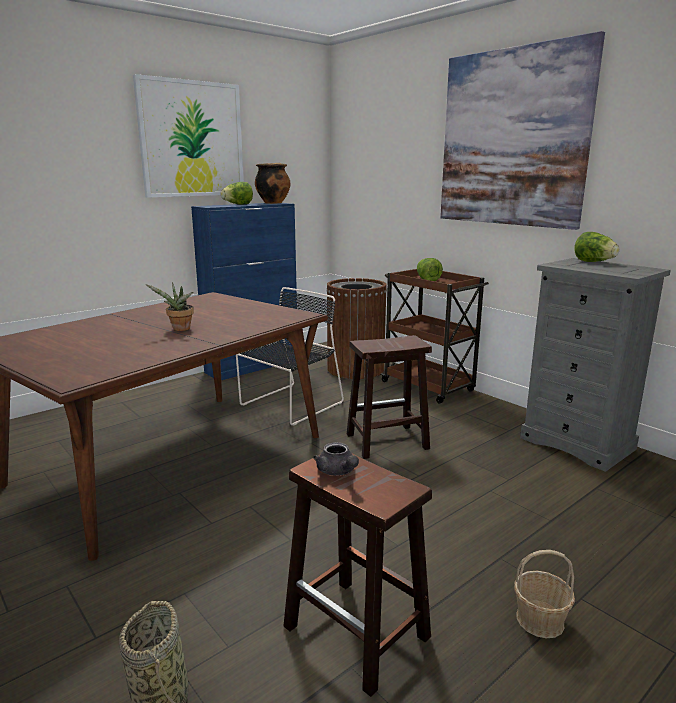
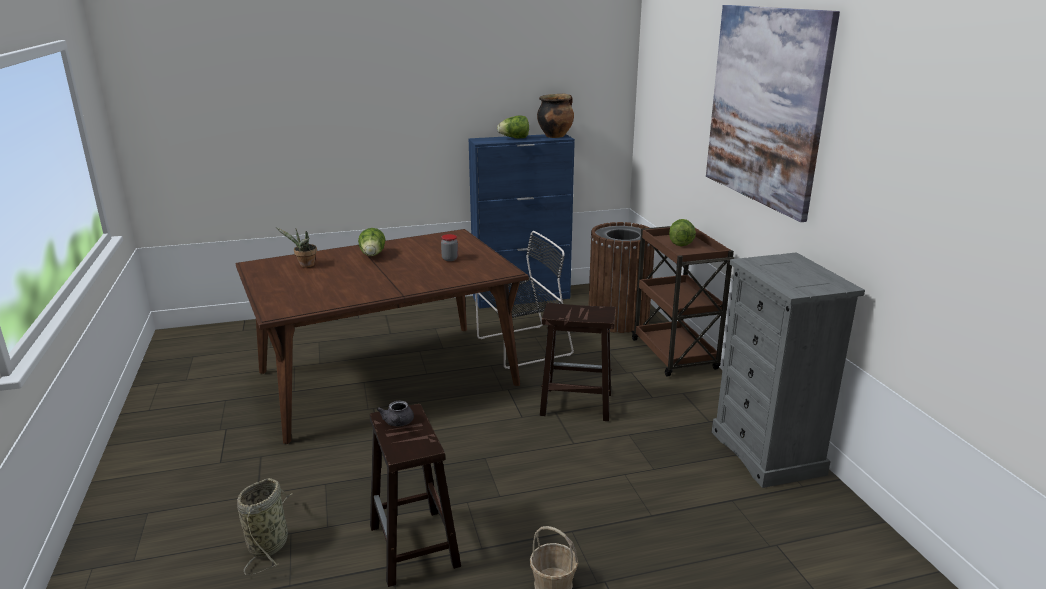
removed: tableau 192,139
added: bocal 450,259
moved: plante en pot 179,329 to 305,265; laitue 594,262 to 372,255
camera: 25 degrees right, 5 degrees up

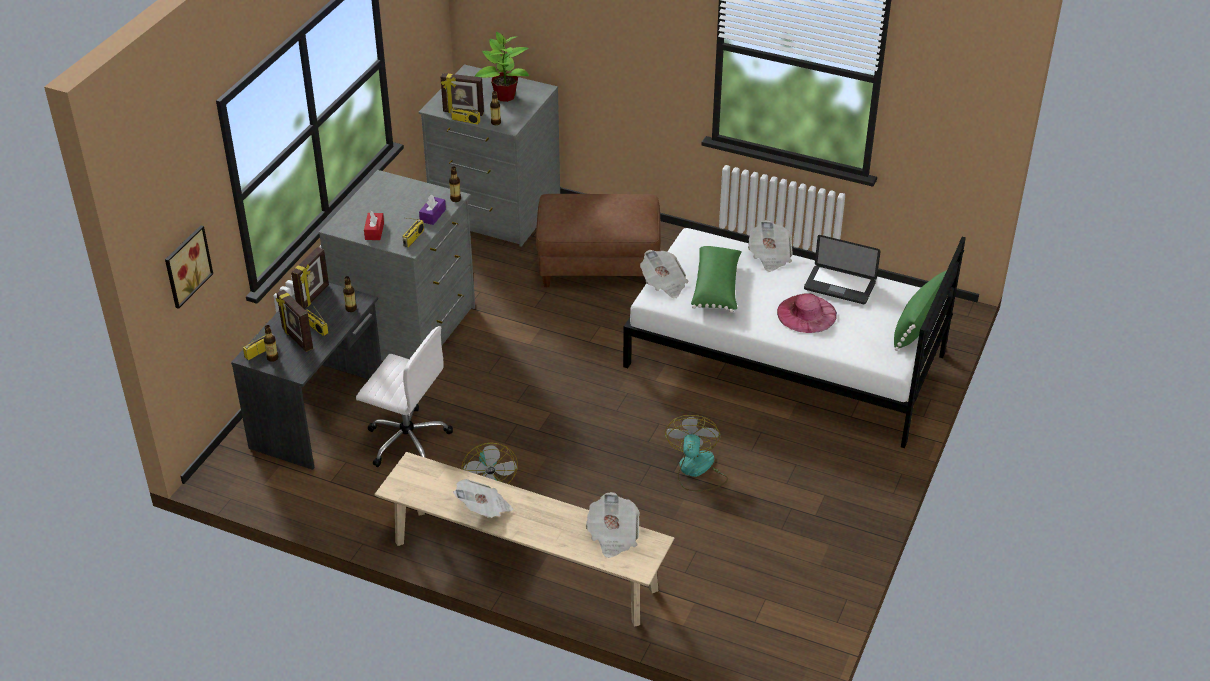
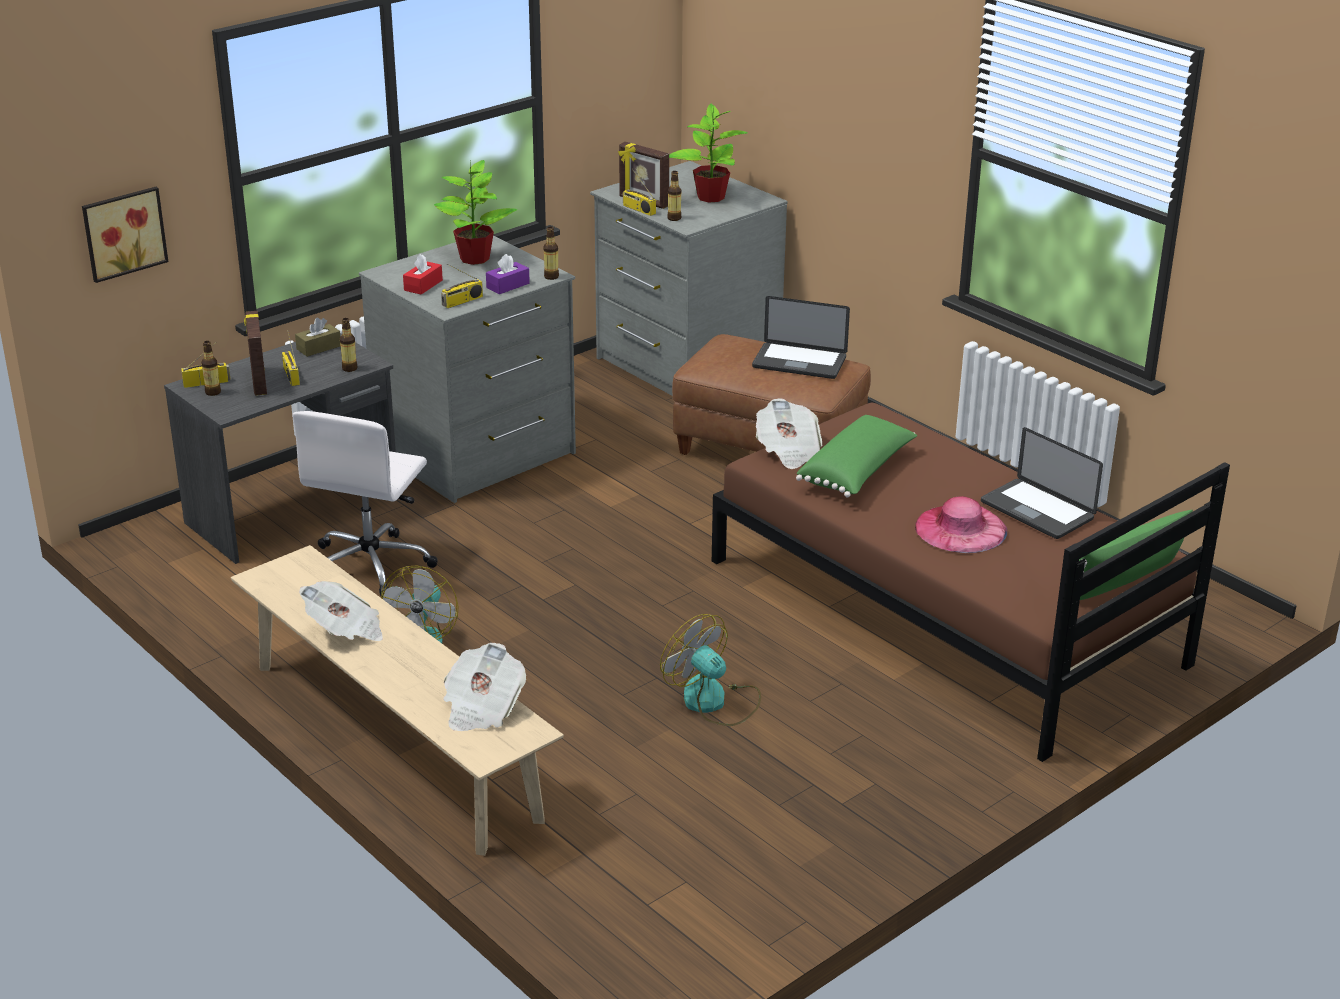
removed: journal 769,256
added: plante en pot 475,258; ordinateur portable 799,362
replaced: cadre photo 313,297 to boîte à mouchoirs (marron) 318,347
recoloured: lit (blanc) 785,360 to lit (marron) 943,612
turned: chaise de bureau (blanc) 406,440 = 372,564 60 degrees clockwise; ventilateur 696,471 = 713,702 75 degrees counterclockwise
camera: 25 degrees right, 10 degrees down

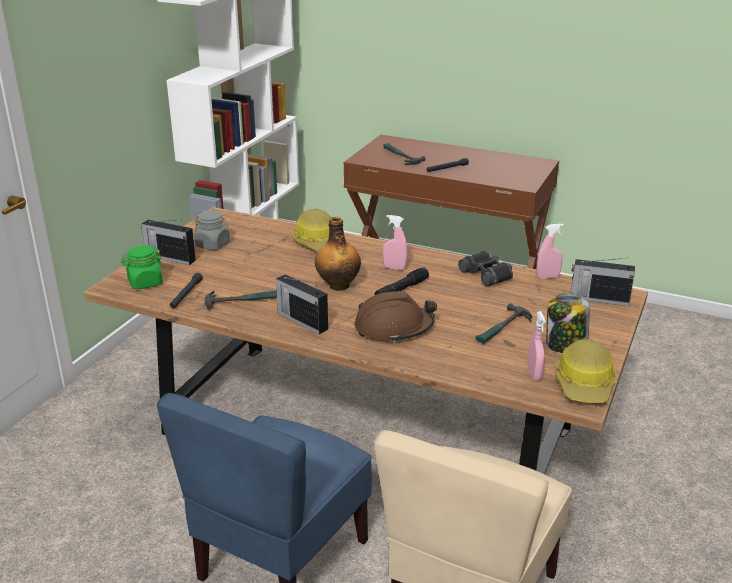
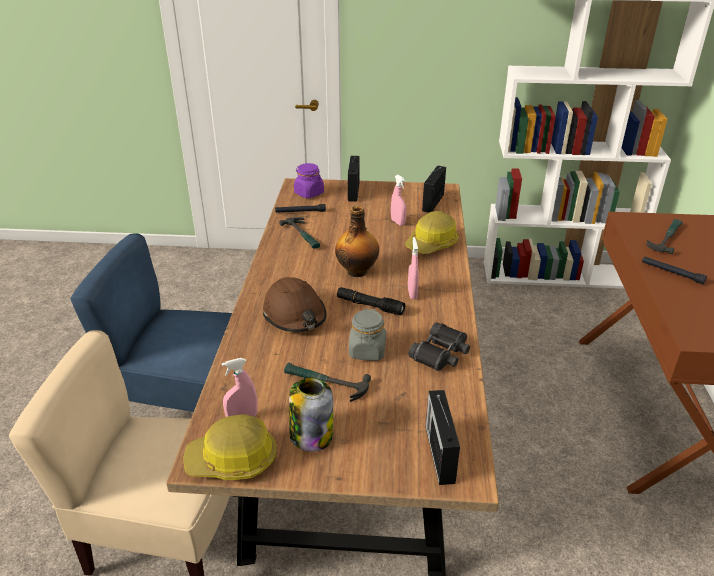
moved: bocal (gris) 213,245 to 367,351; vaporisateur (rose) 547,277 to 398,222; radio 301,320 to 433,202
recoloured: bocal (vert) 145,283 to bocal (violet) 309,193
camera: 70 degrees right, 5 degrees up

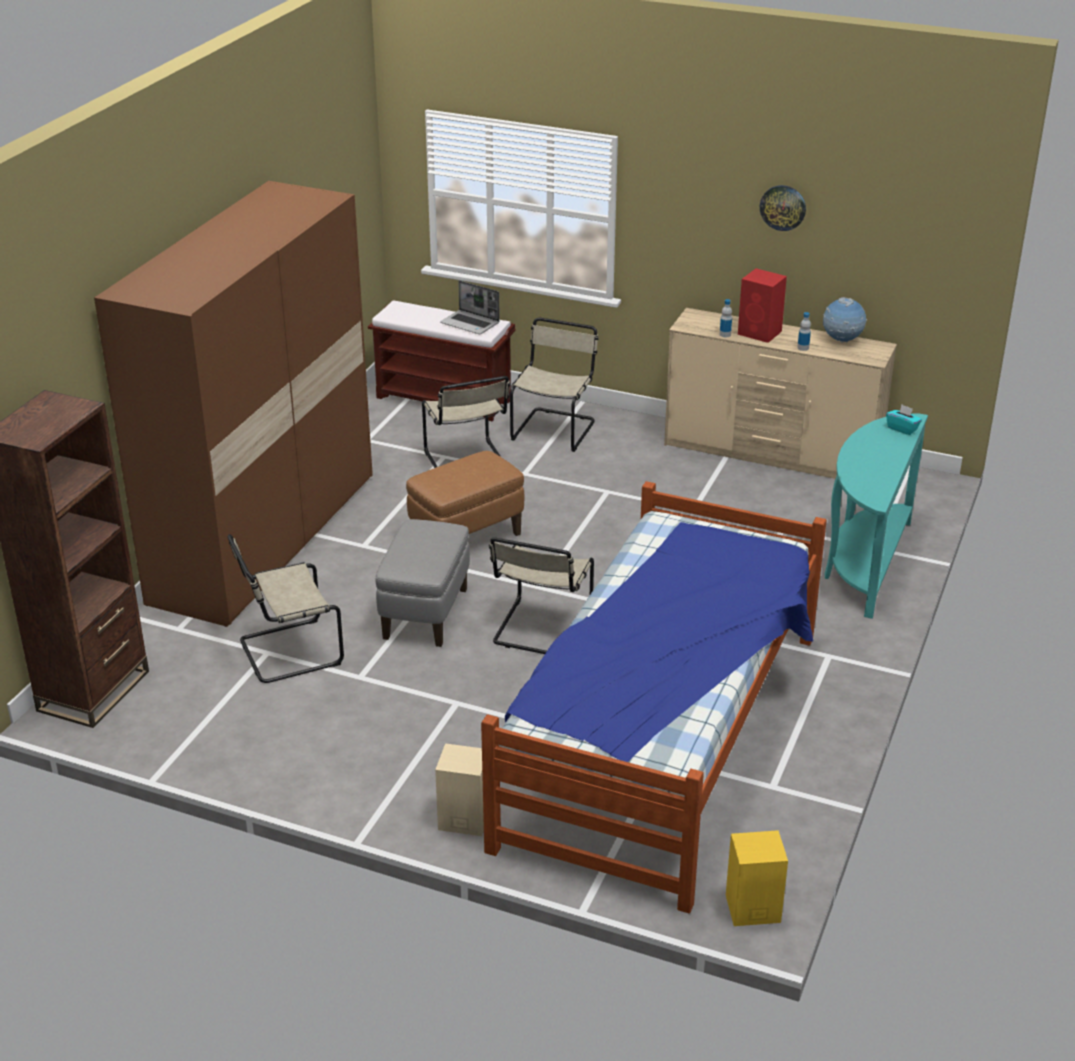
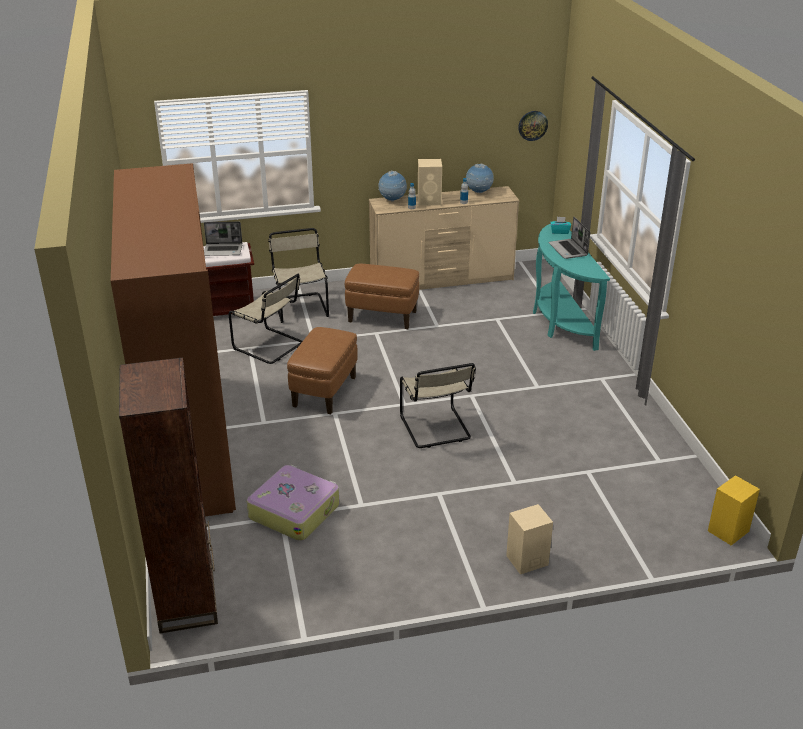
removed: pouf (gris) 425,613; lit 664,738
added: pouf (marron) 383,317; globe 392,200; ordinateur portable 568,250
moved: horloge murale 783,207 to 532,125
replaced: chaise (beige) 286,652 to valise 294,511
recoloured: enceinte (rouge) 760,333 to enceinte (beige) 430,201
camera: 35 degrees left, 0 degrees up

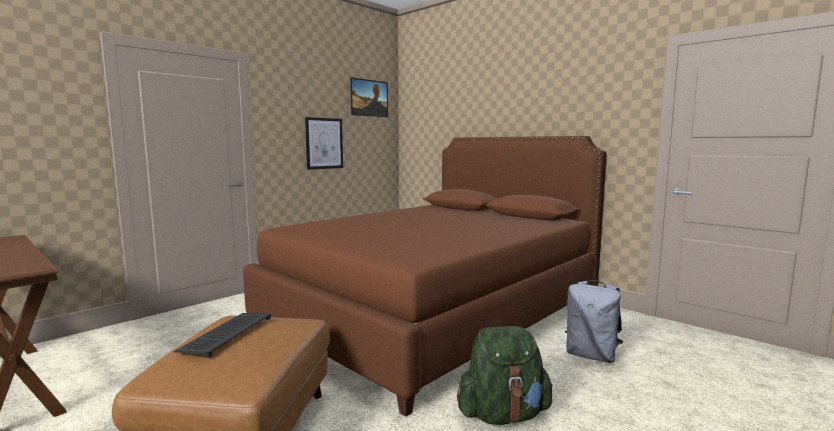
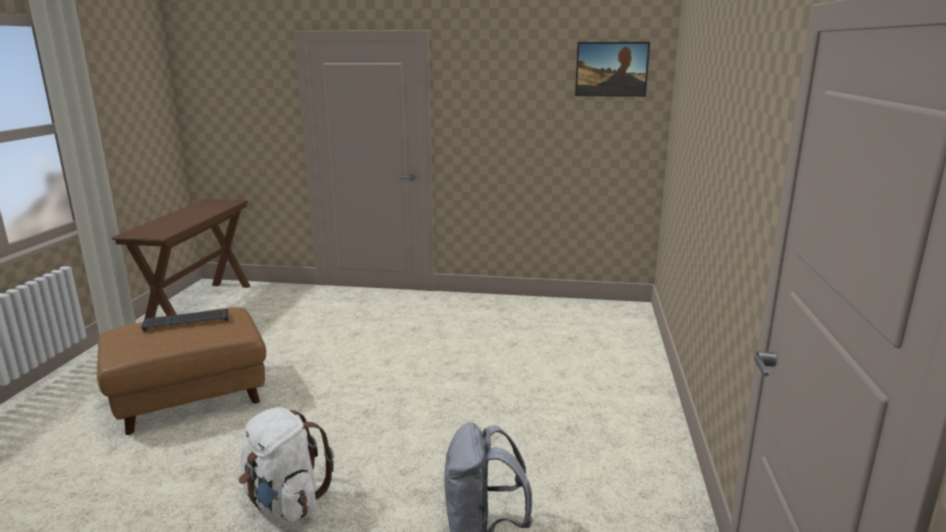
removed: lit (marron) 434,314; tableau 324,143
recoloured: sac à dos (vert) 503,415 to sac à dos (blanc) 285,502
camera: 55 degrees right, 10 degrees up

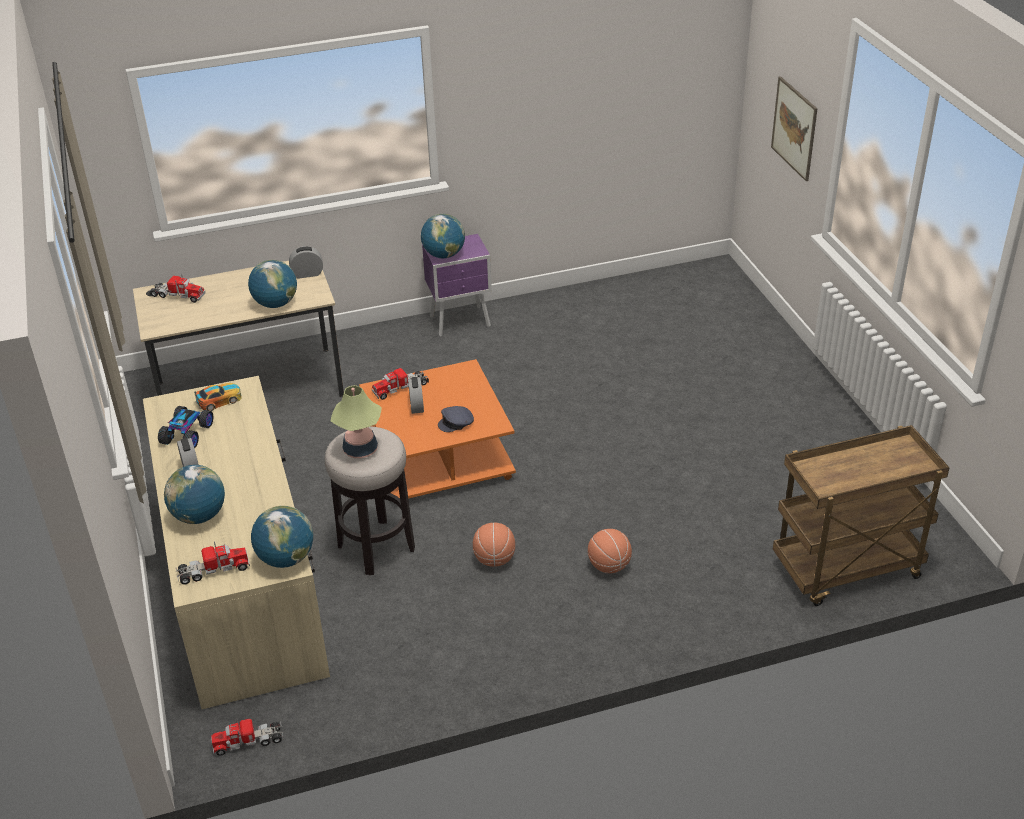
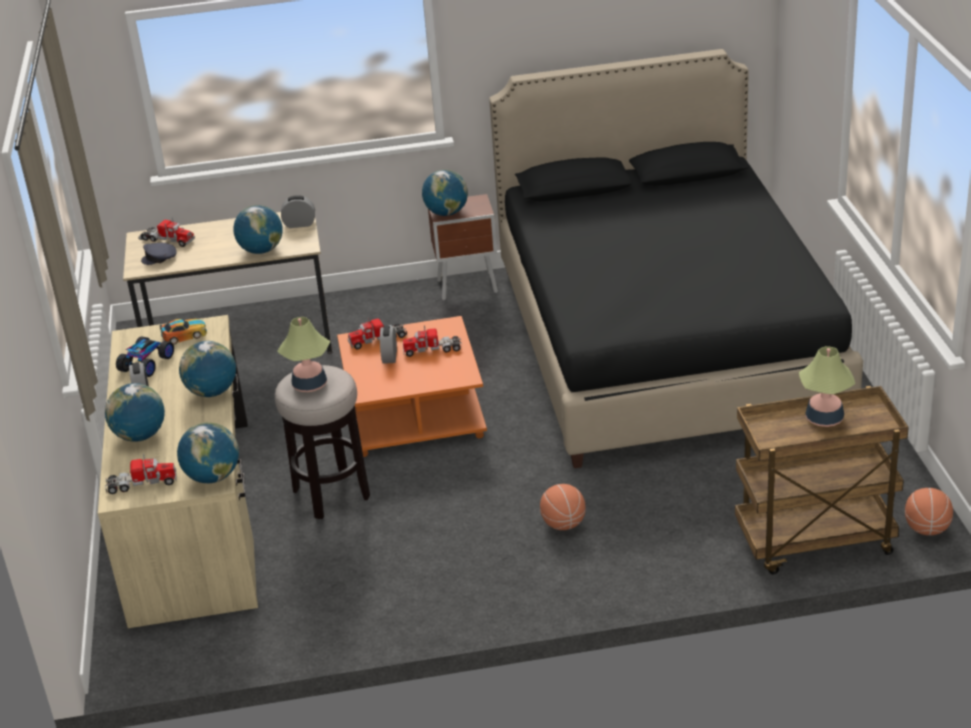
removed: tableau 794,128
added: globe 212,392; lit (noir) 663,342; lampe de table 824,418
moved: casquette (gris) 456,423 to 160,258; camion jouet 248,741 to 432,349; ballon de basket 494,559 to 926,529
recoloured: table de chevet (violet) 461,322 to table de chevet (marron) 469,287
camera: 10 degrees right, 5 degrees down

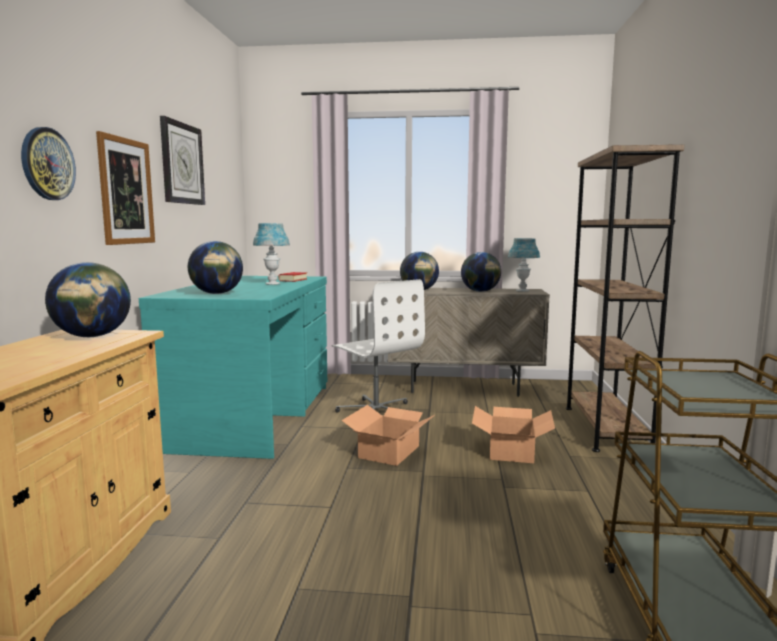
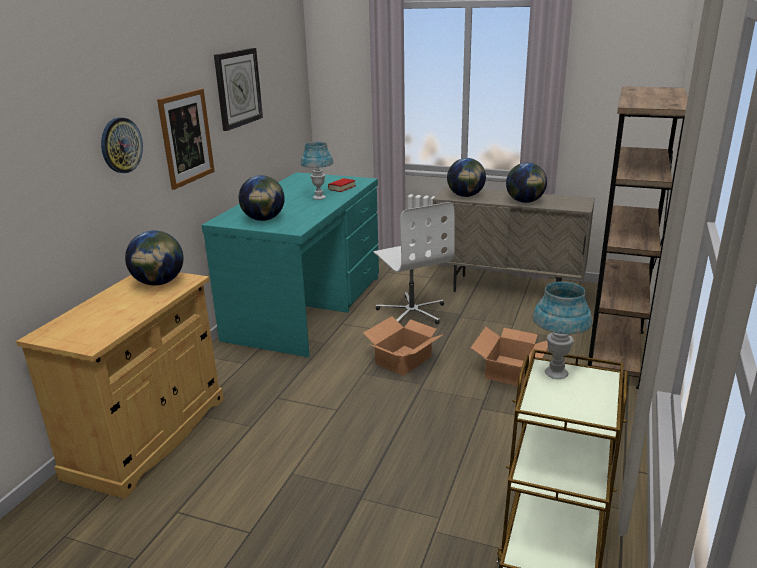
moved: lampe de table (bleu) 522,291 to 556,373
camera: 15 degrees right, 15 degrees up

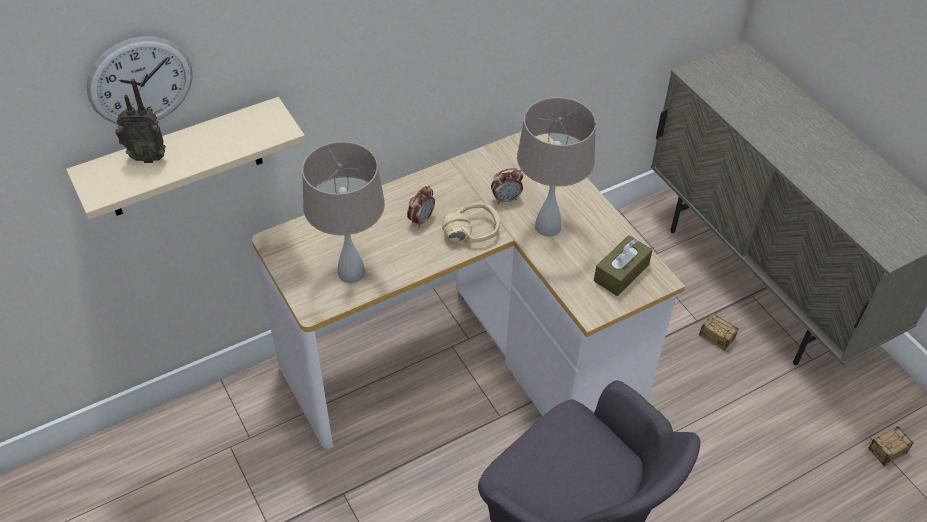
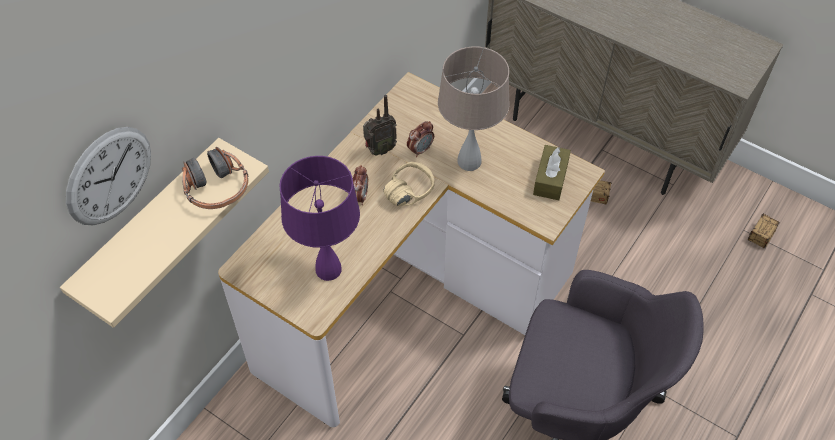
added: casque audio 216,188
moved: radio 147,157 to 379,150
recoloured: lampe de table (beige) 350,272 to lampe de table (violet) 328,270
camera: 25 degrees left, 5 degrees up

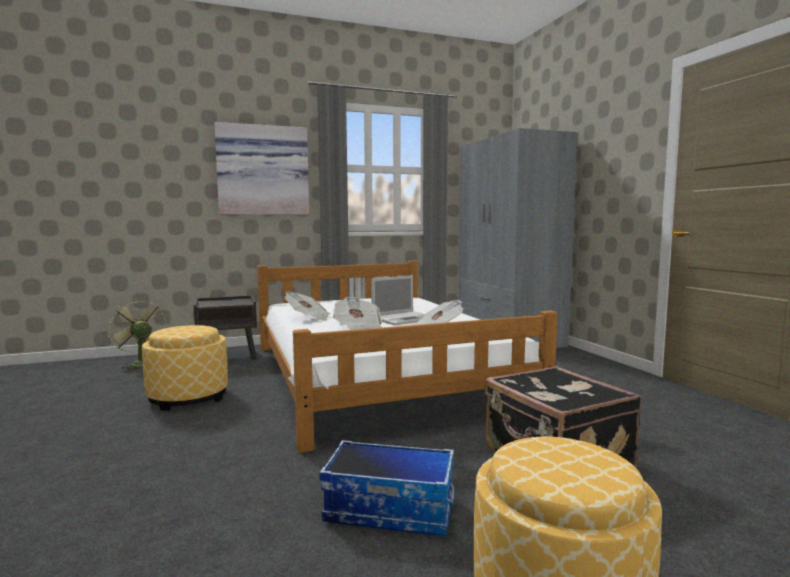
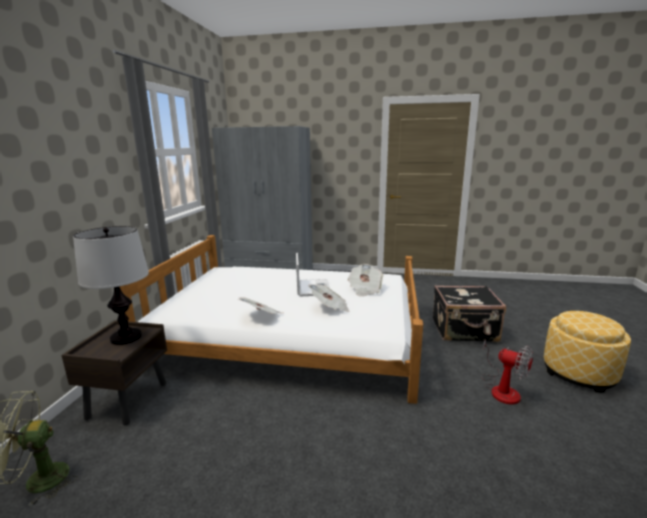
removed: pouf 188,397; tableau 263,170
added: lampe de table 126,337
replaced: boîte de rangement 391,509 to ventilateur 501,389
camera: 60 degrees left, 10 degrees up

